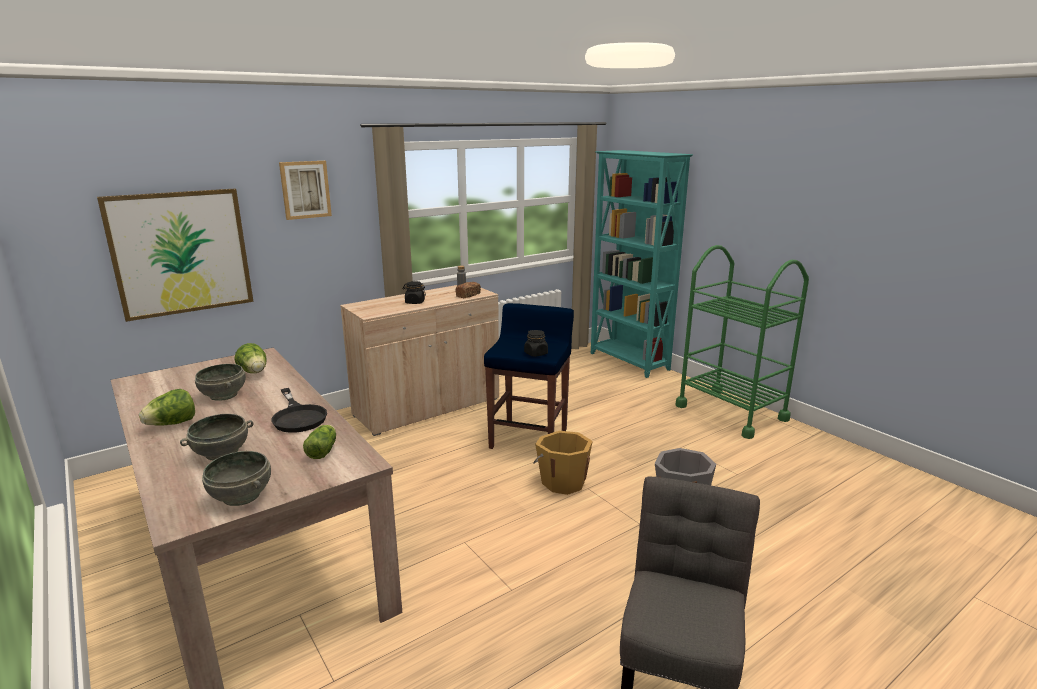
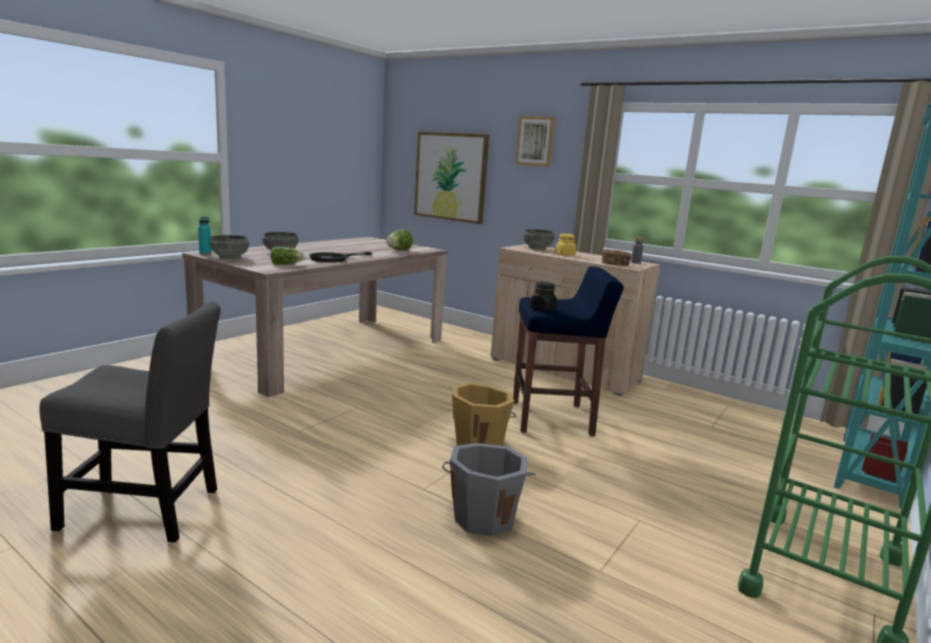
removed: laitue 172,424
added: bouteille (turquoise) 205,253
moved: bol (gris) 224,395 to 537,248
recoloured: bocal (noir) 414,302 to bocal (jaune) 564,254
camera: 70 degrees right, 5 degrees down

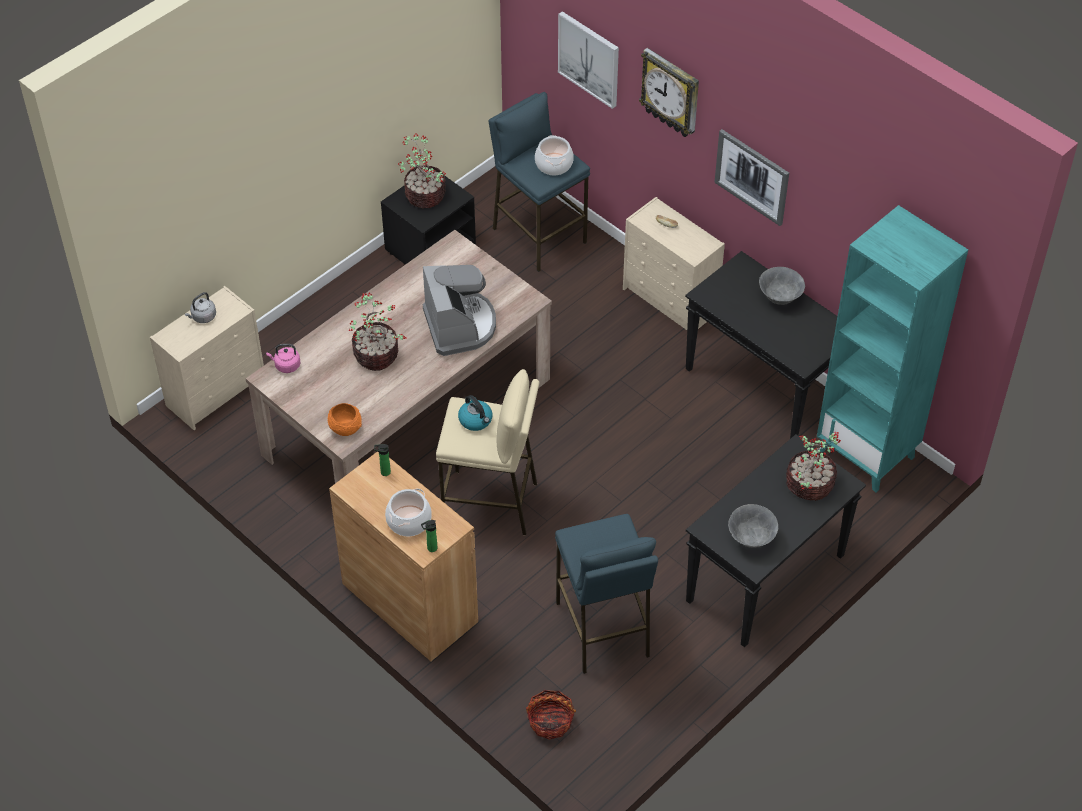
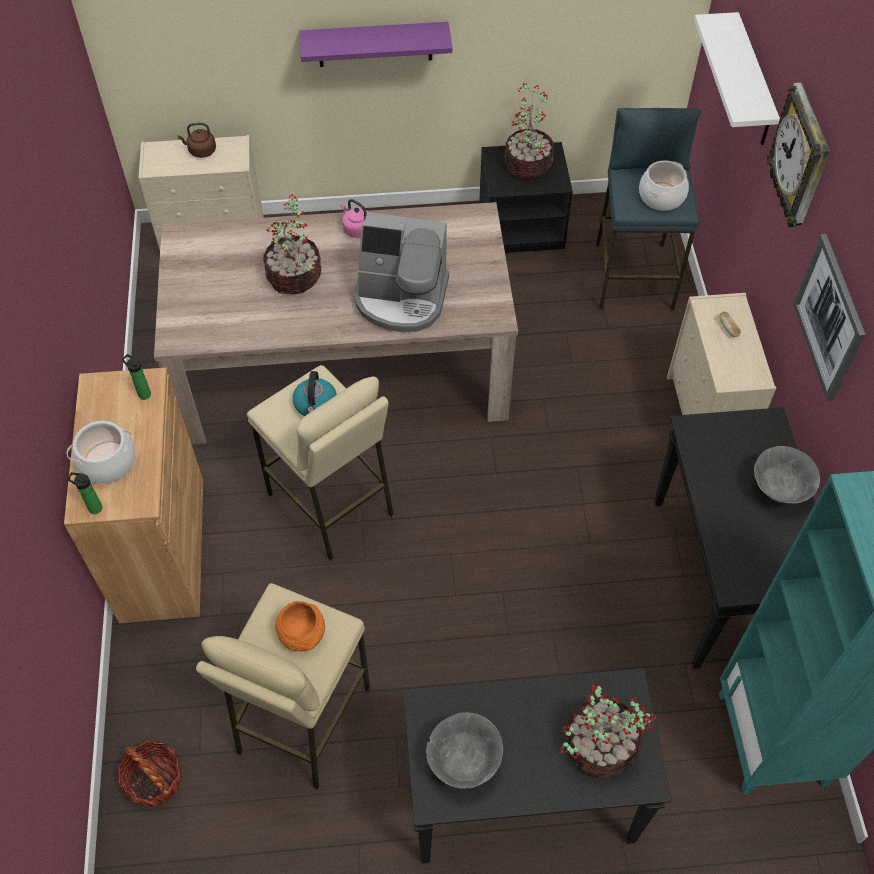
added: étagère (violet) 375,44
moved: bol (orange) 345,427 to 302,633; bouilloire (rose) 286,365 to 356,229
replaced: tableau 589,59 to étagère (blanc) 753,83
recoloured: bouilloire (gris) 202,317 to bouilloire (marron) 201,151; tabouret (bleu) 602,629 to tabouret (beige) 302,720
turned: machine à café 460,325 = 401,298 75 degrees clockwise
camera: 40 degrees right, 5 degrees up

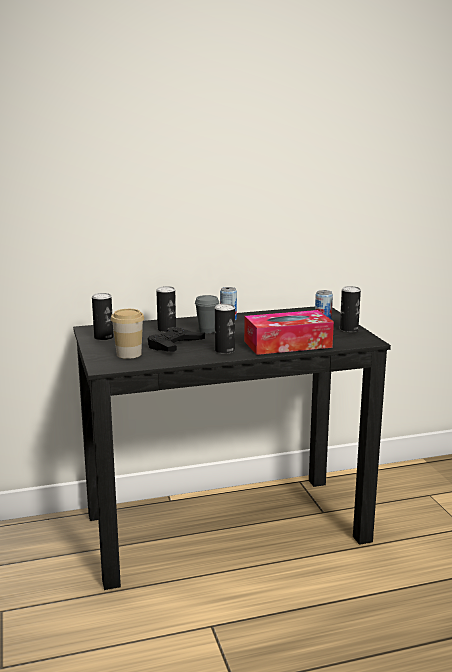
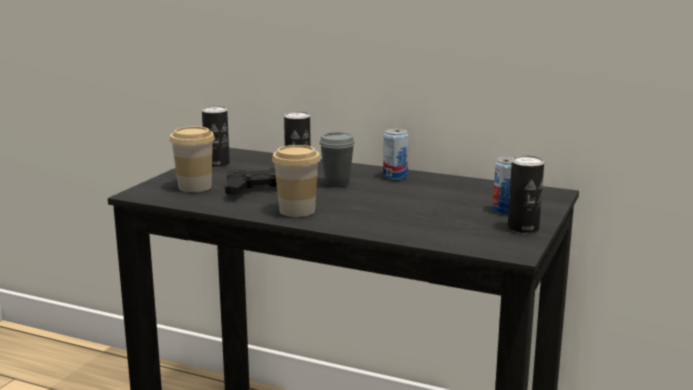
removed: boîte à mouchoirs 287,344
replaced: boîte métallique 224,350 to tasse 297,211
camera: 40 degrees right, 0 degrees up

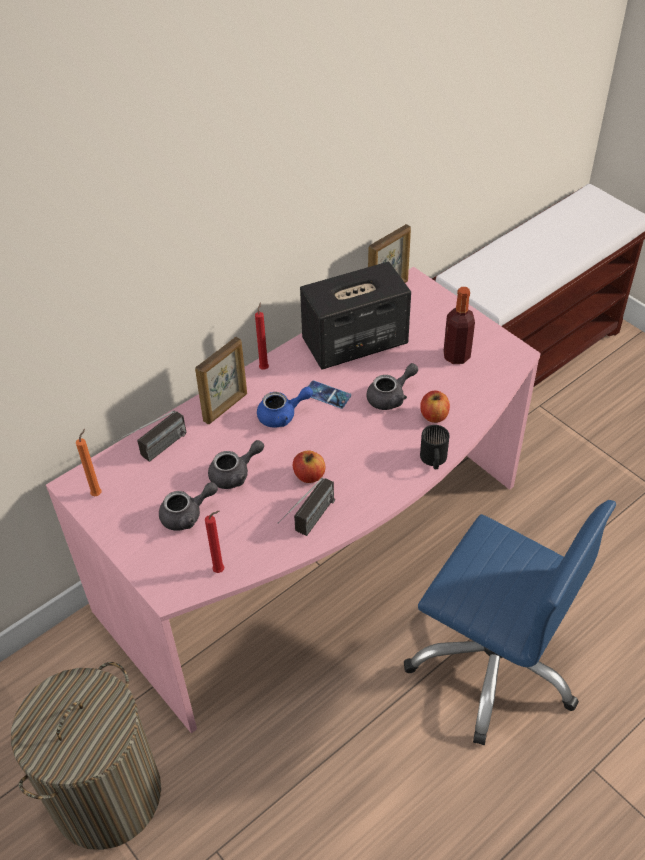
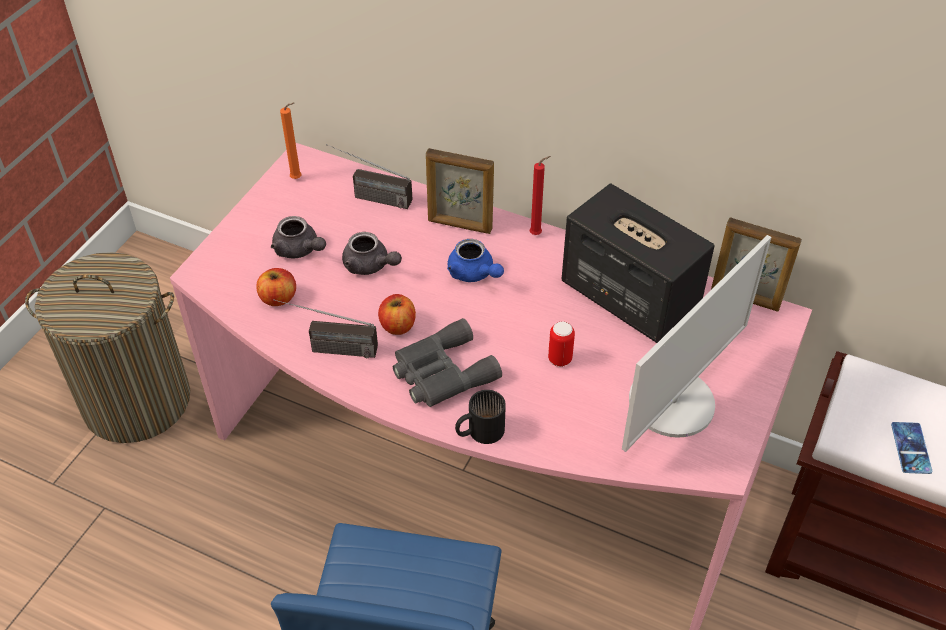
removed: bougie (rouge) 221,570
added: jumelles (gris) 441,372
moved: pomme 434,415 to 278,298; téléphone 327,395 to 911,448
replaced: théière (gris) 391,397 to boîte métallique 560,359; bouteille 456,356 to écran d'ordinateur 673,403
camera: 65 degrees right, 0 degrees up

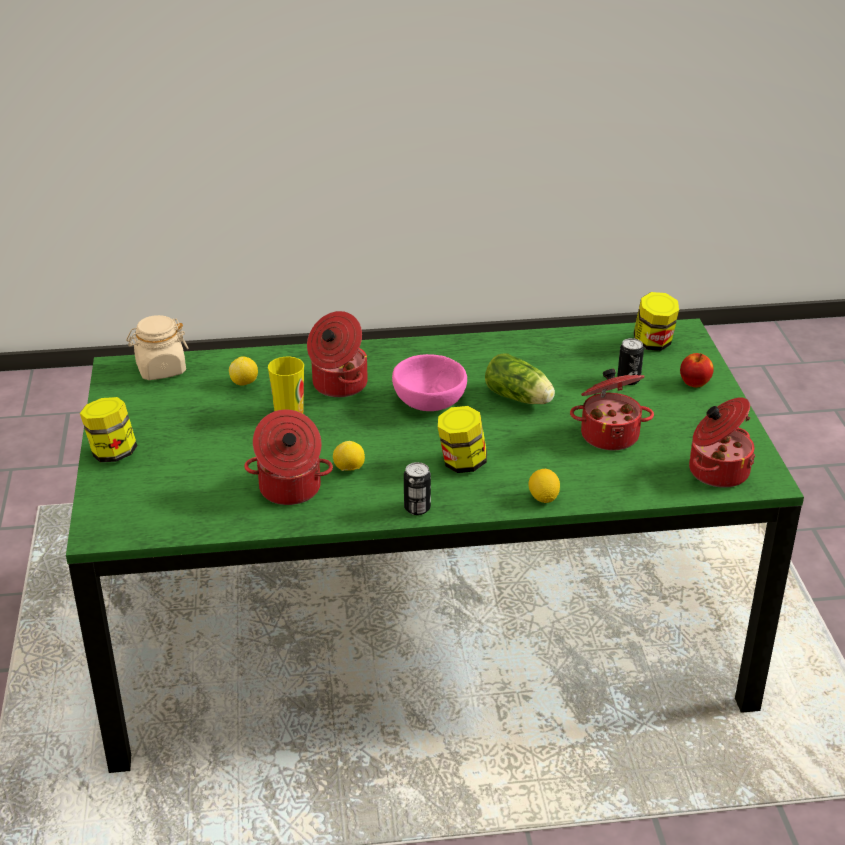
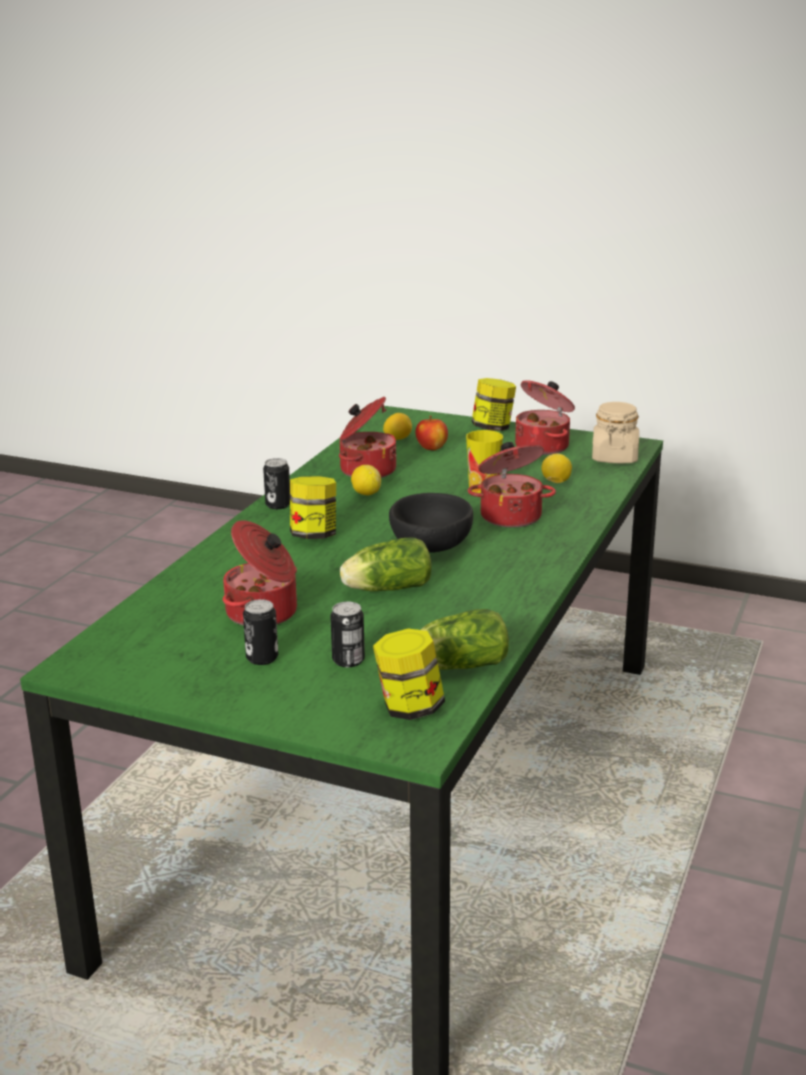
added: boîte métallique 262,658; laitue 456,666
moved: citron 543,498 to 397,439; pomme 694,383 to 432,448; marmite 717,470 to 543,446
recoloured: bol (rose) 428,402 to bol (noir) 433,545
camera: 120 degrees right, 10 degrees down

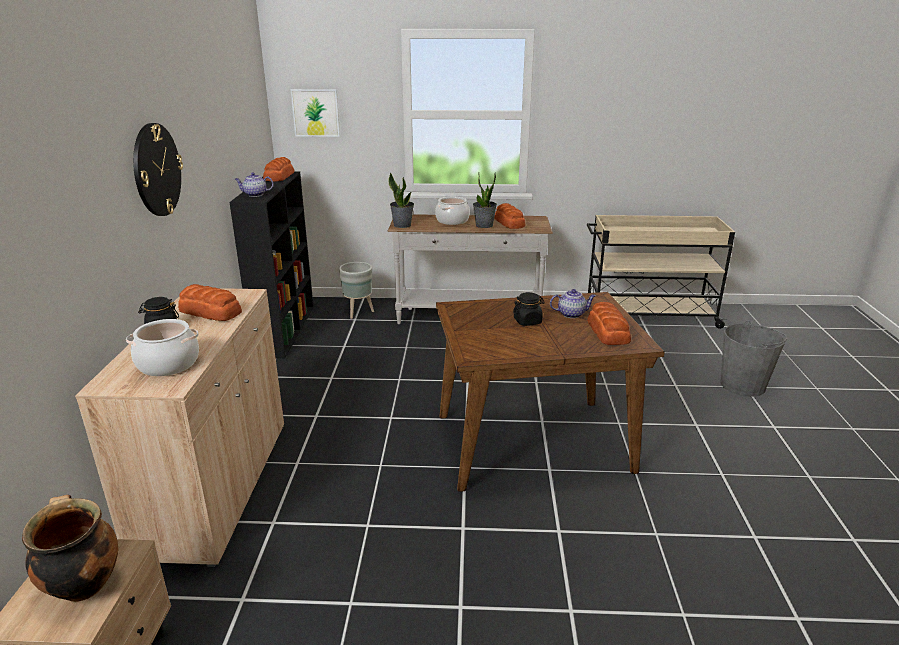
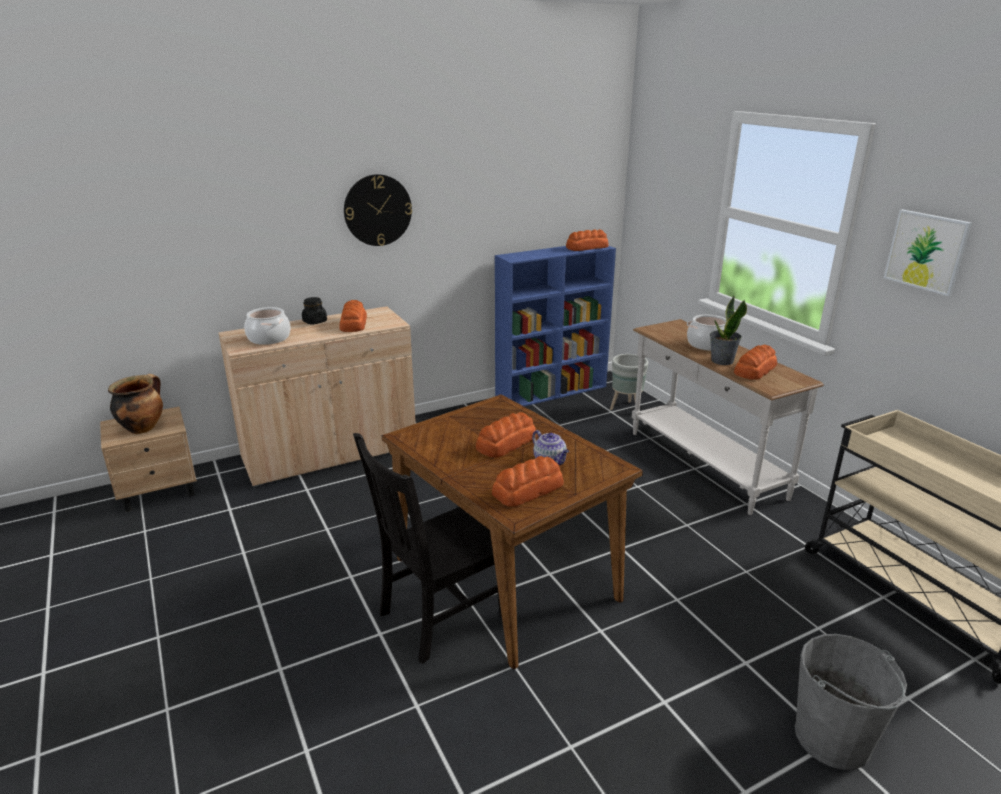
removed: théière 255,195; plante en pot 402,225
added: chaise (noir) 439,617
moved: tableau 316,113 to 926,251
replaced: bocal (noir) 527,321 to pain 505,443
recoloured: bibliothèque (noir) 285,330 to bibliothèque (bleu) 552,392
camera: 60 degrees right, 0 degrees up

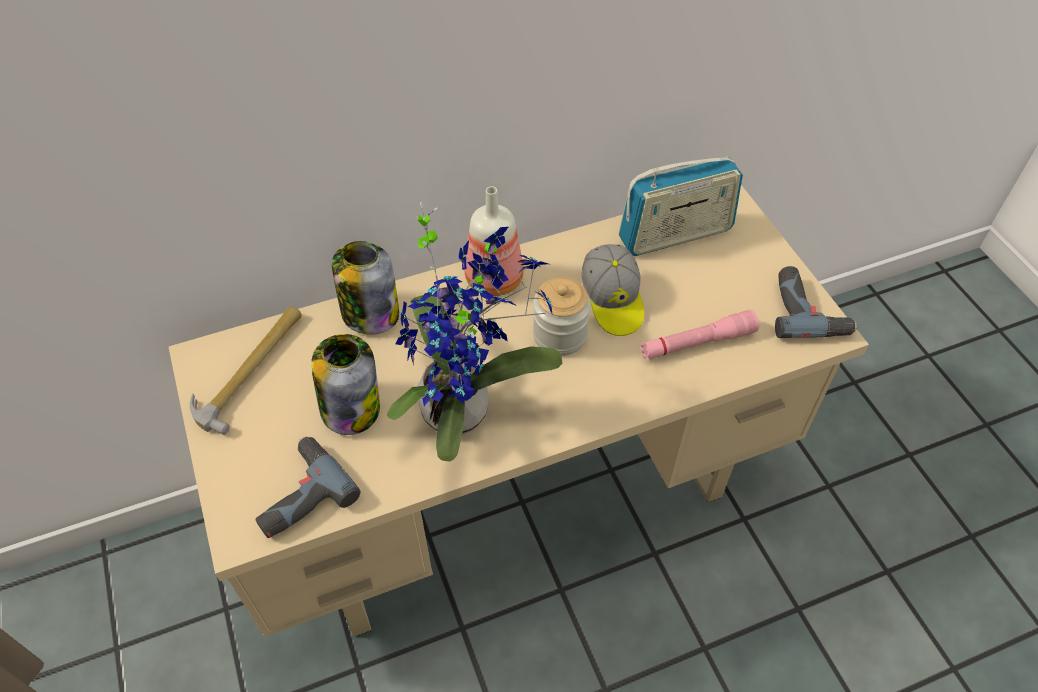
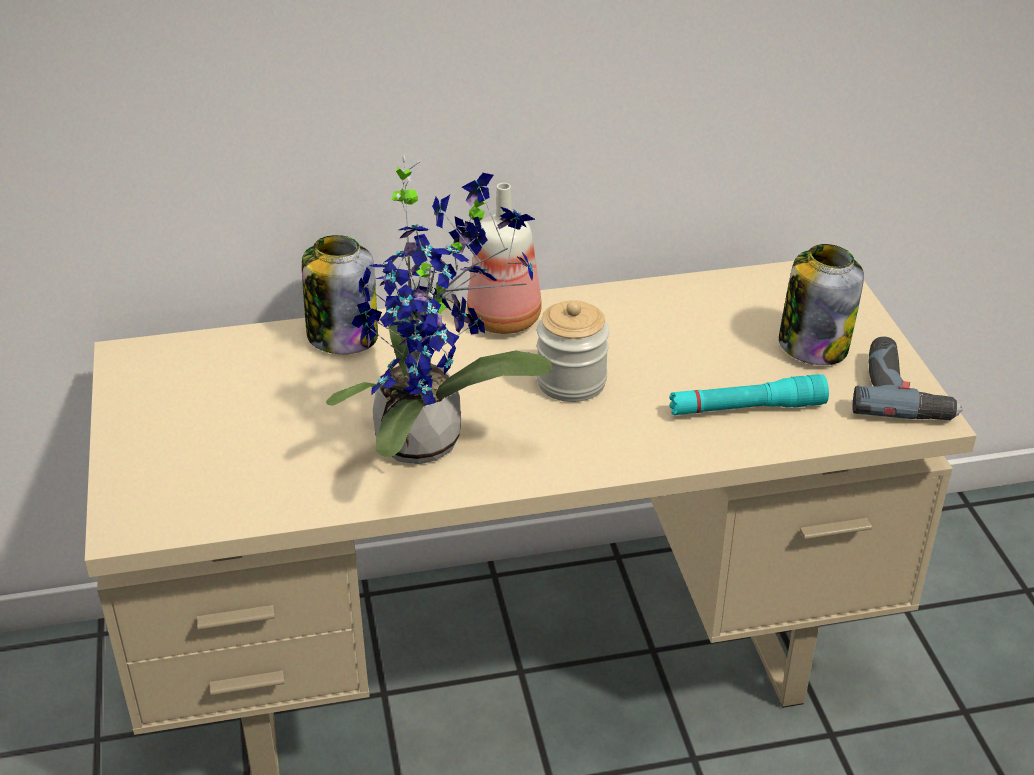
removed: marteau 251,370; perceuse 298,494; casquette 612,300; radio 675,235
moved: bocal 350,407 to 813,345
recoloured: lampe de poche (rose) 697,343 to lampe de poche (turquoise) 746,408
camera: 10 degrees right, 15 degrees down

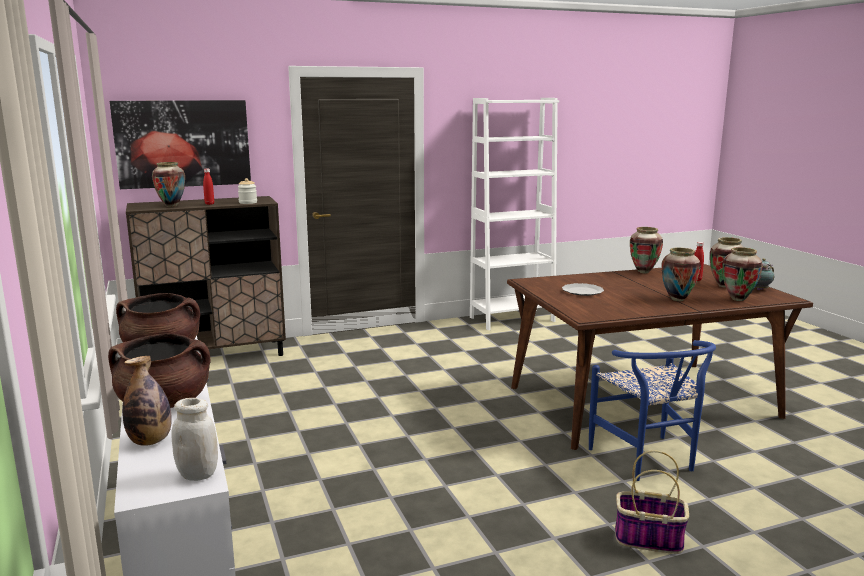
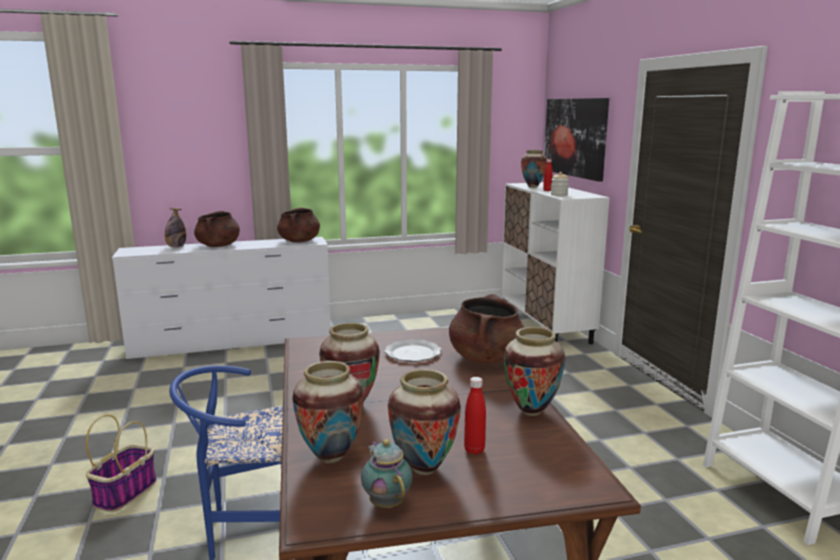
removed: bocal (blanc) 198,474
added: marmite (marron) 486,358
recoloured: meuble de rangement (marron) 216,355 to meuble de rangement (blanc) 545,326
camera: 95 degrees right, 0 degrees up

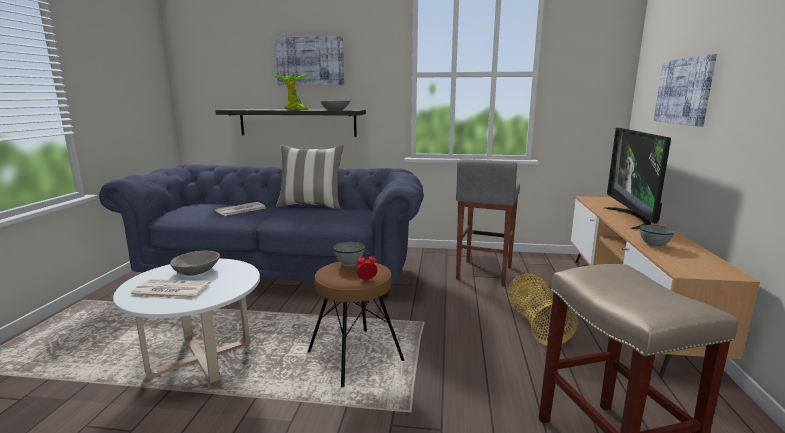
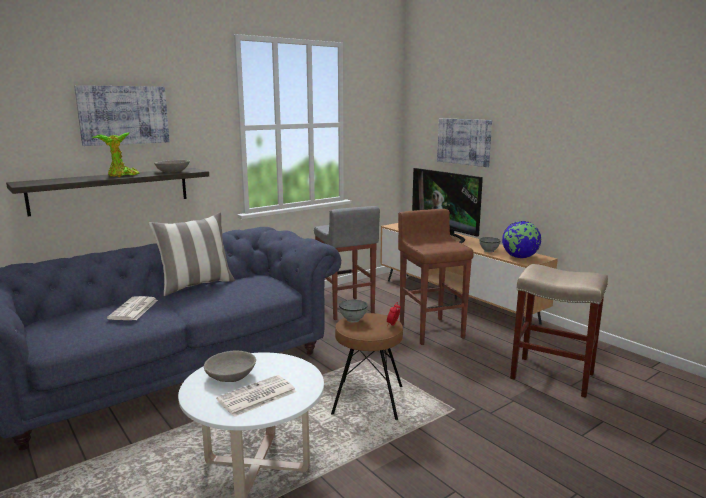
added: globe 520,257
replaced: panier 536,324 to tabouret (marron) 431,330
camera: 45 degrees left, 0 degrees up

